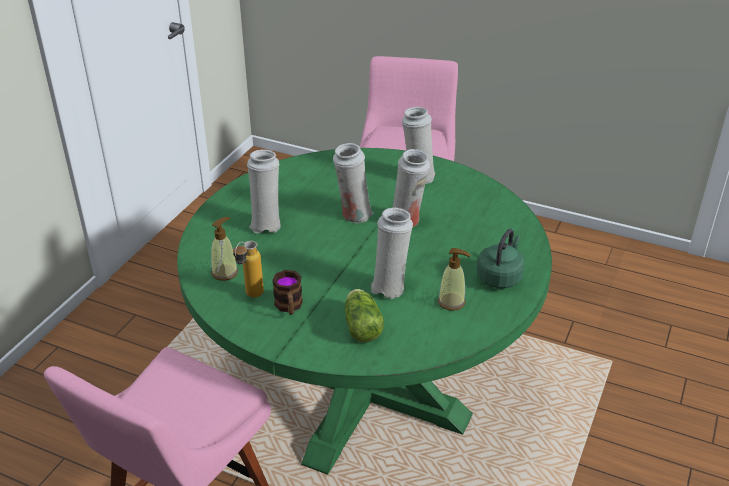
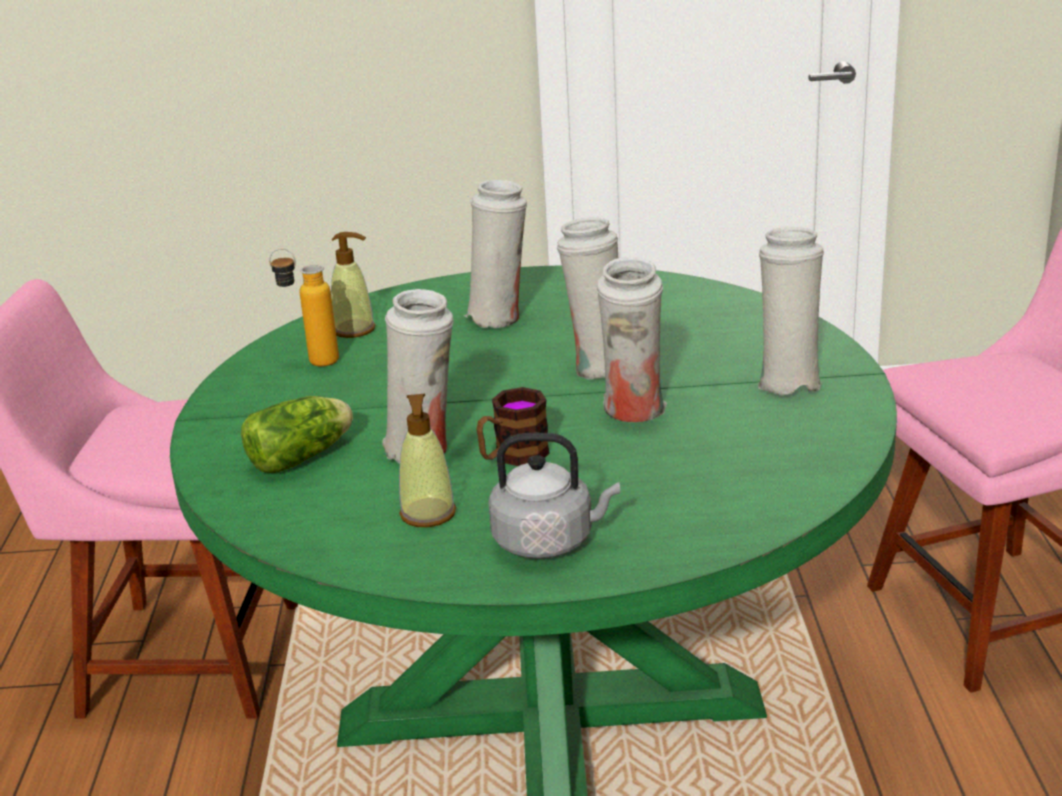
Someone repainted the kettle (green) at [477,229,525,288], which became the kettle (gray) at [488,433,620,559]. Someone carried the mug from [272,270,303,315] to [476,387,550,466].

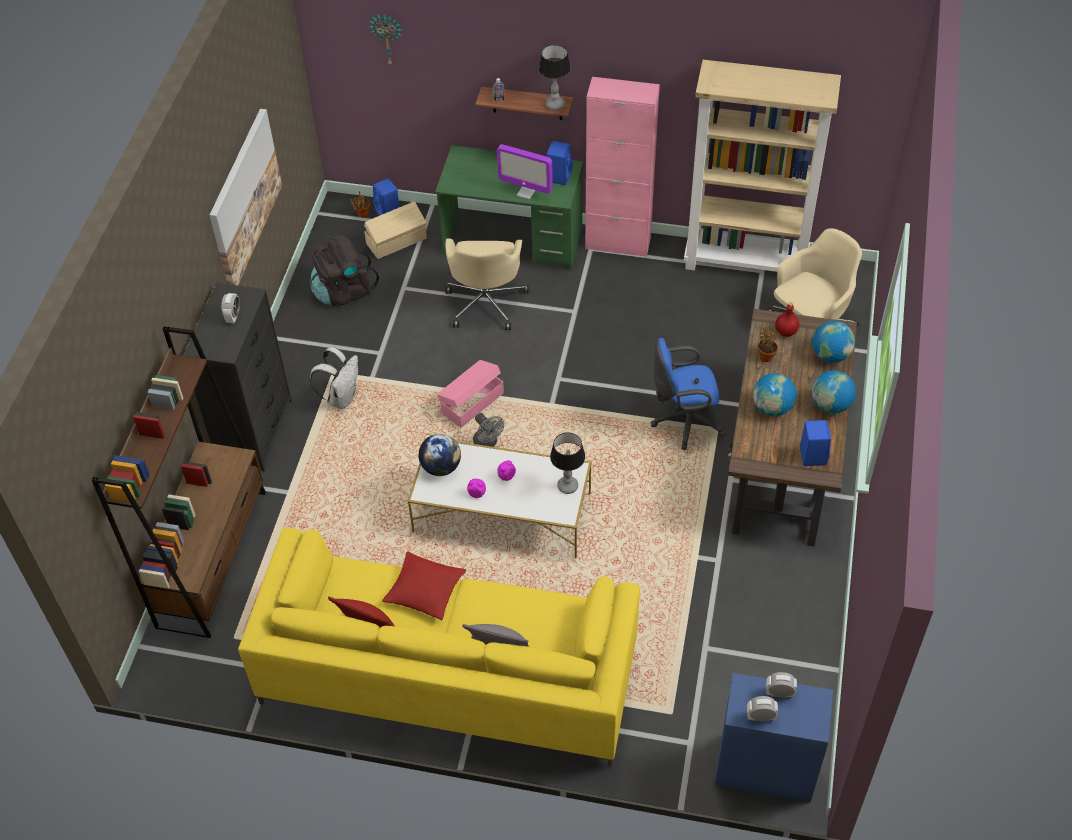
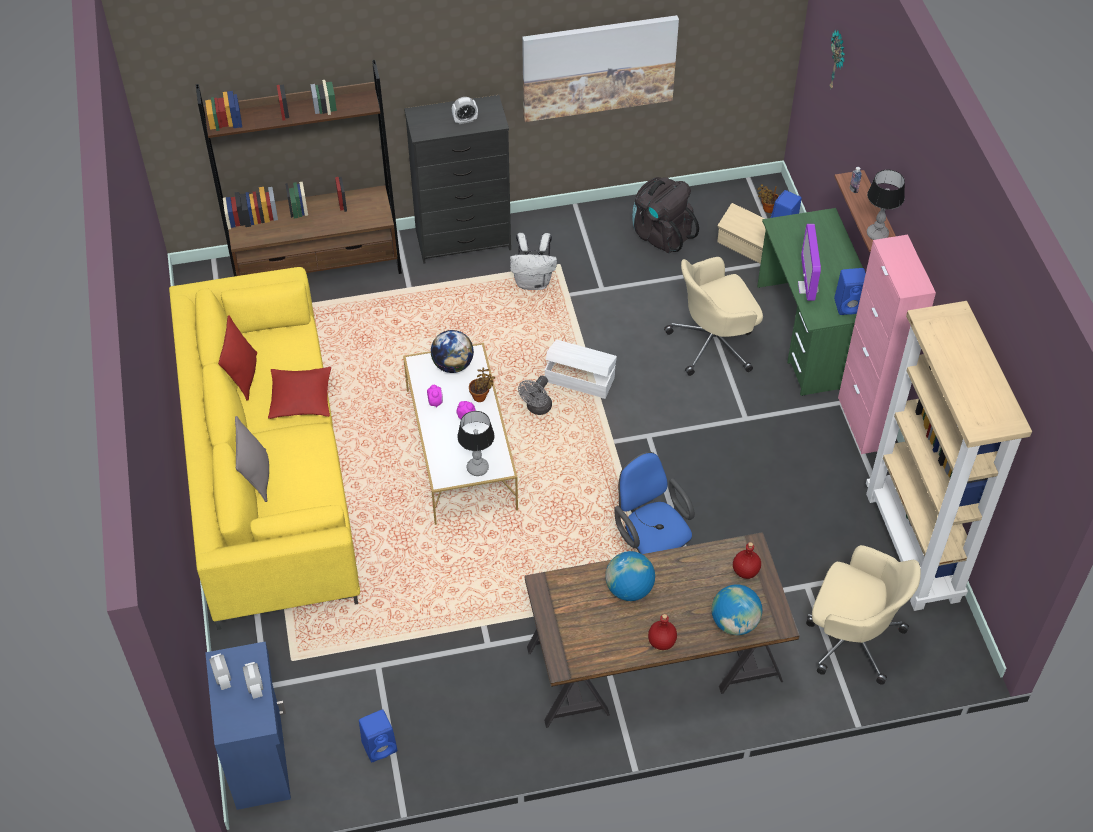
Someone carried the plant in a pot from [758,327,778,362] to [469,367,495,402]. Someone repainted the storage bin (pink-coloured) at [437,360,504,428], which became the storage bin (white) at [545,339,617,399]. Someone swapped the globe at [812,370,856,413] for the beverage bottle (red-coloured) at [648,614,677,650]. Someone carried the speaker (blue) from [800,420,831,466] to [359,709,397,762].

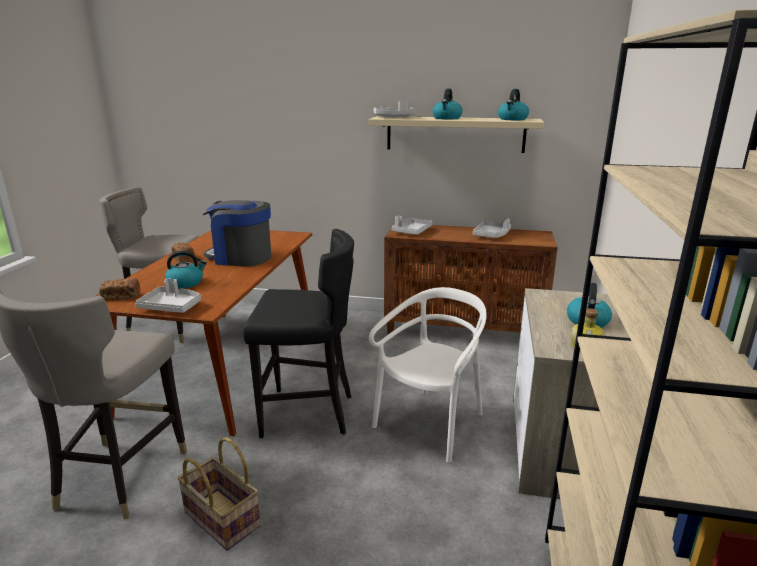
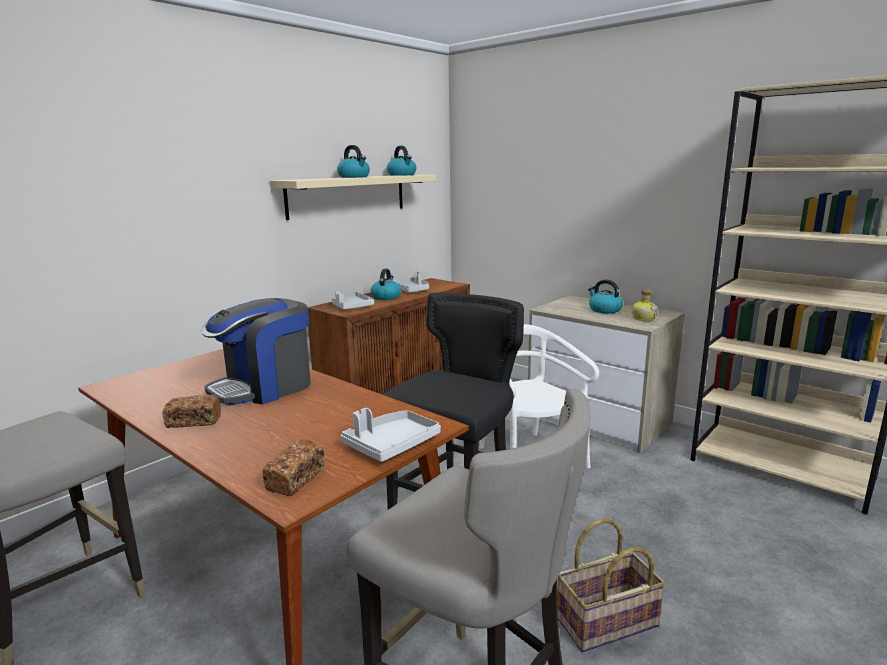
Someone took away the tray (gray) at [374,101,416,118]. Someone carried the kettle from [165,251,207,289] to [371,269,401,300].

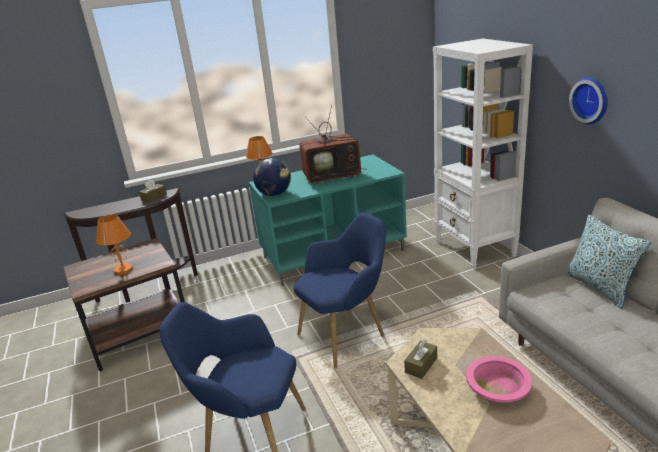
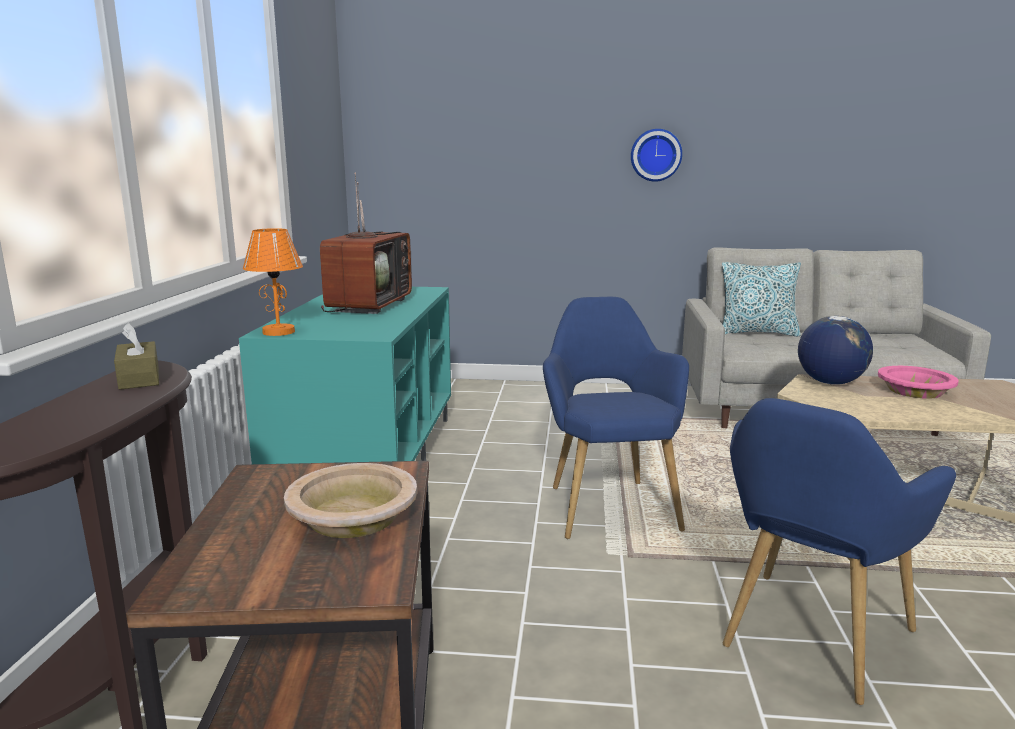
Someone took away the bookcase (white) at [433,38,533,269]. Someone carried the globe from [253,158,291,196] to [798,316,873,385]. Someone swapped the table lamp (orangey) at [96,214,133,275] for the bowl (beige-coloured) at [284,463,417,538]. Someone took away the tissue box (brownish) at [404,340,437,379].

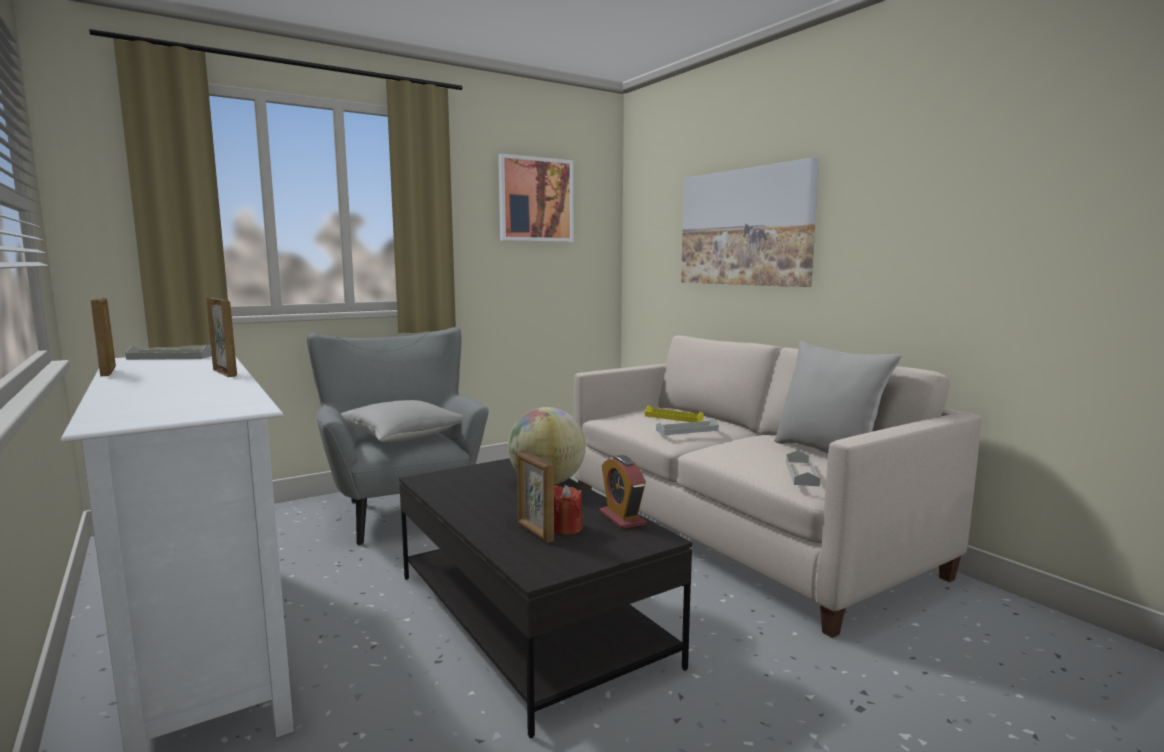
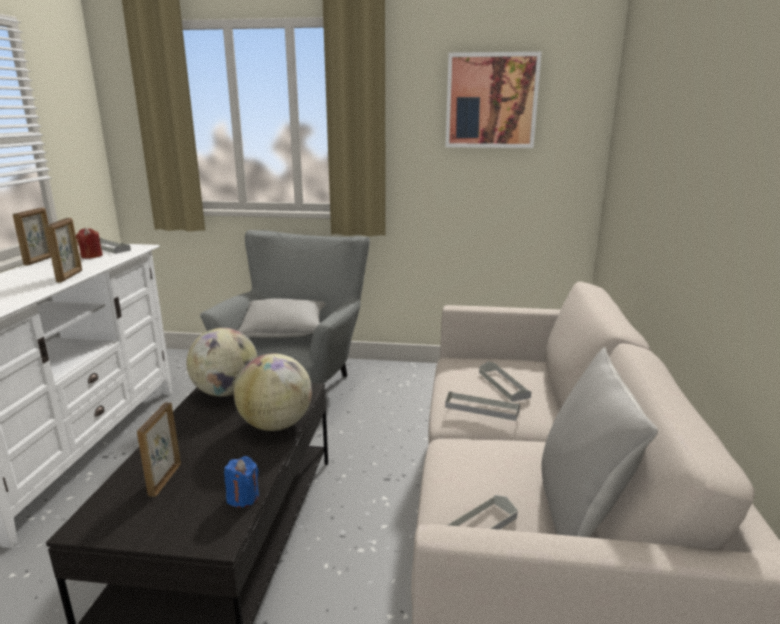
Someone took away the picture at [681,158,819,287]. Someone repainted the tray (yellow) at [645,405,704,422], which became the tray (gray) at [479,361,531,402]. Someone swapped the table clock at [600,455,646,529] for the wax candle (blue) at [224,456,259,507]. Someone carried the wax candle (red-coloured) from [554,485,582,535] to [76,228,103,259]. Someone put down the globe at [186,328,258,397].

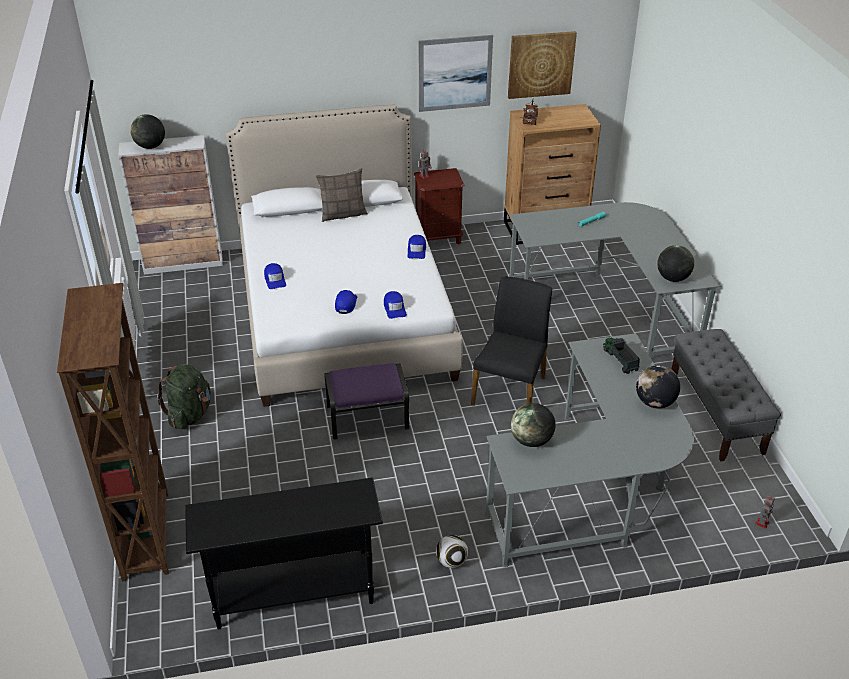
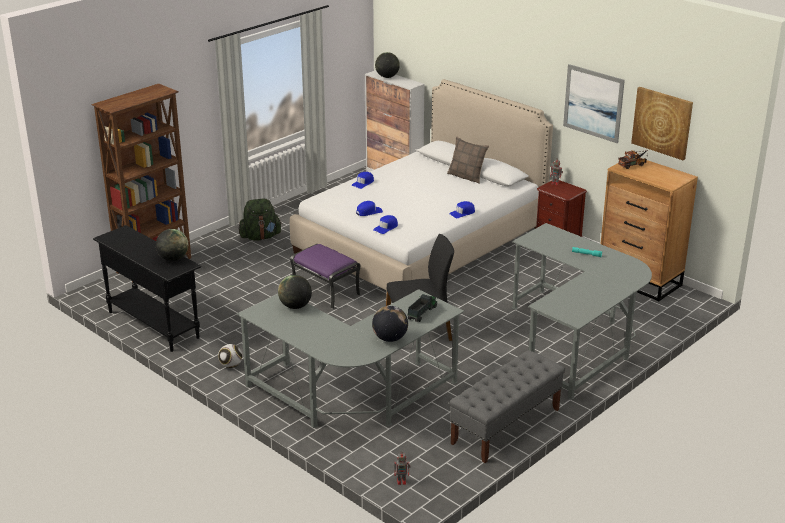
Someone carried the globe from [657,245,694,282] to [156,229,188,261].

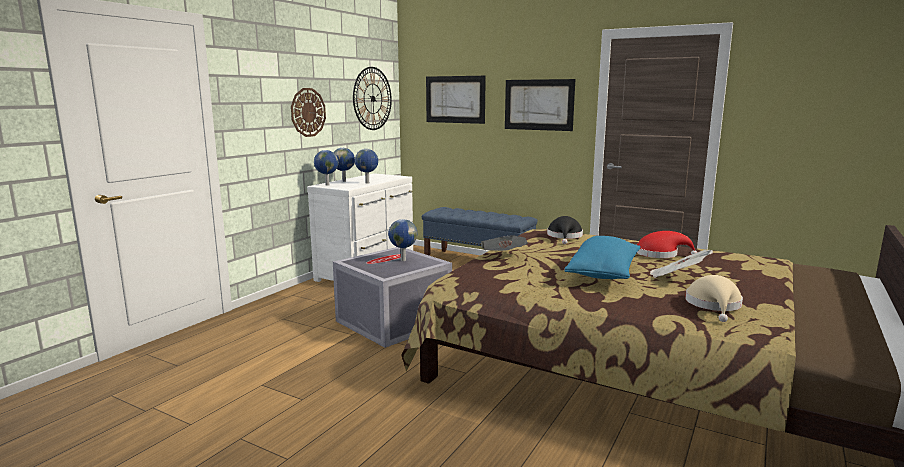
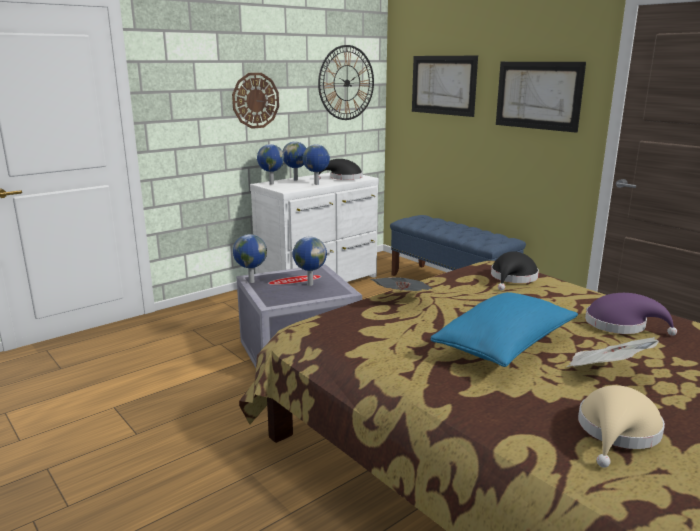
Someone repainted the wearable hat (red-coloured) at [636,231,697,258], which became the wearable hat (purplish) at [585,293,677,336]. Someone put down the wearable hat (blackish) at [319,159,363,180]. Someone put down the globe at [233,234,267,283].

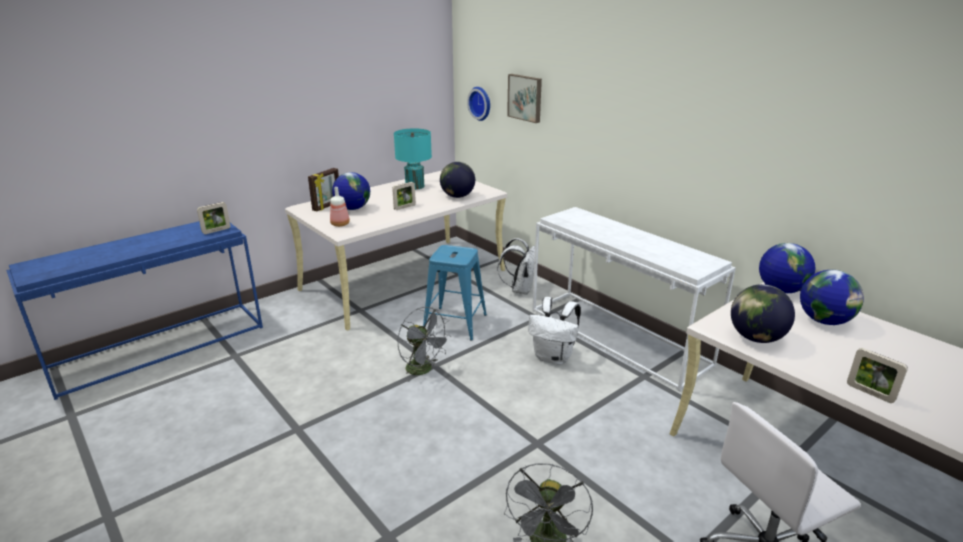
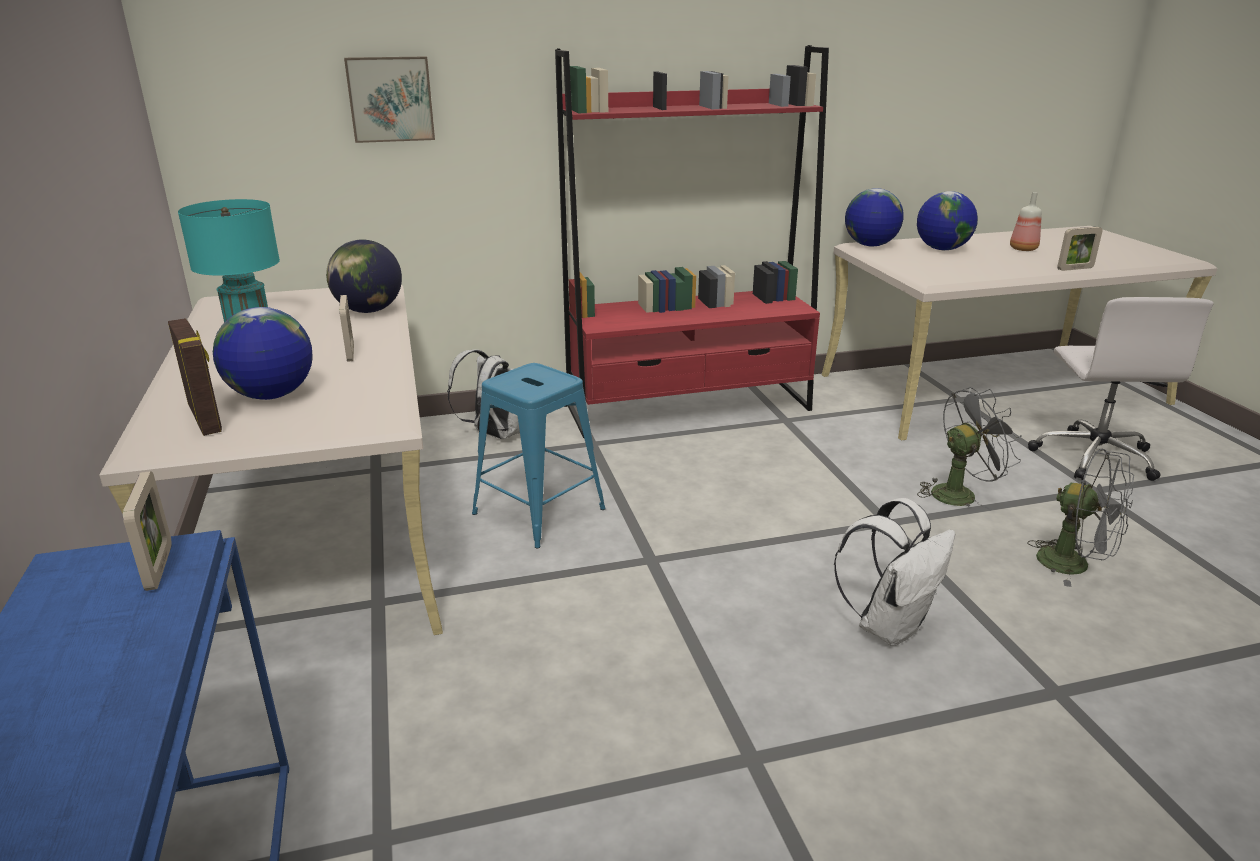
Someone took away the hanging clock at [467,87,490,121]. Someone carried the beverage bottle from [330,187,350,227] to [1010,192,1042,251]. Someone swapped the console table (white) at [532,207,736,391] for the bookcase (red-coloured) at [555,45,829,438]. Someone took away the globe at [731,284,795,343]. Someone carried the backpack (white) from [528,297,581,365] to [834,498,955,646]. Someone carried the electric fan (gray) from [398,307,451,382] to [917,387,1022,511].

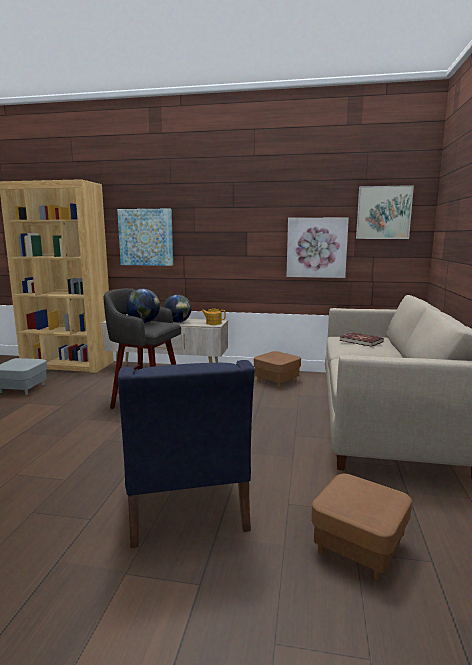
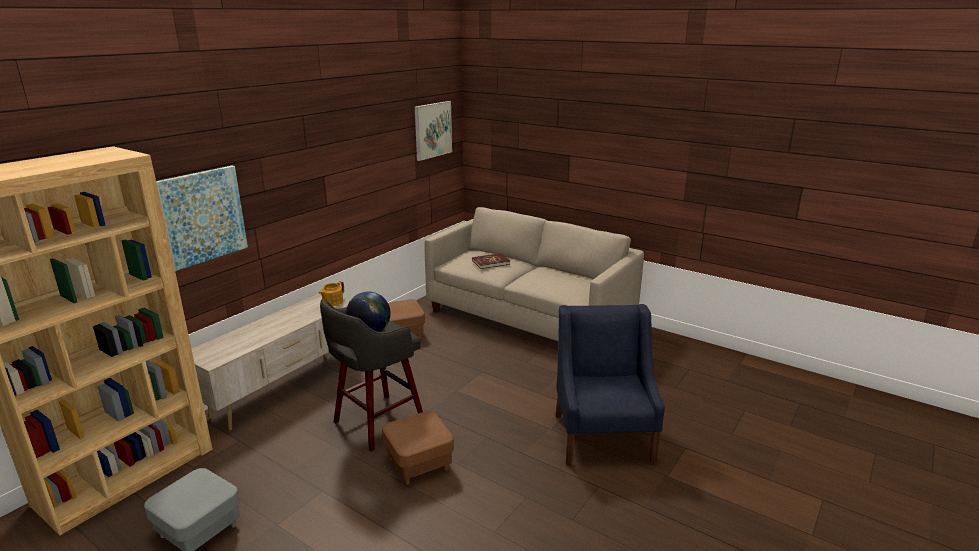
Someone took away the picture at [286,217,349,278]. Someone took away the globe at [164,295,191,323]. Someone rotated the lounge chair (blue) at [118,360,255,548] by 105 degrees counterclockwise. Someone carried the footrest (brownish) from [311,474,412,580] to [382,411,454,485].

